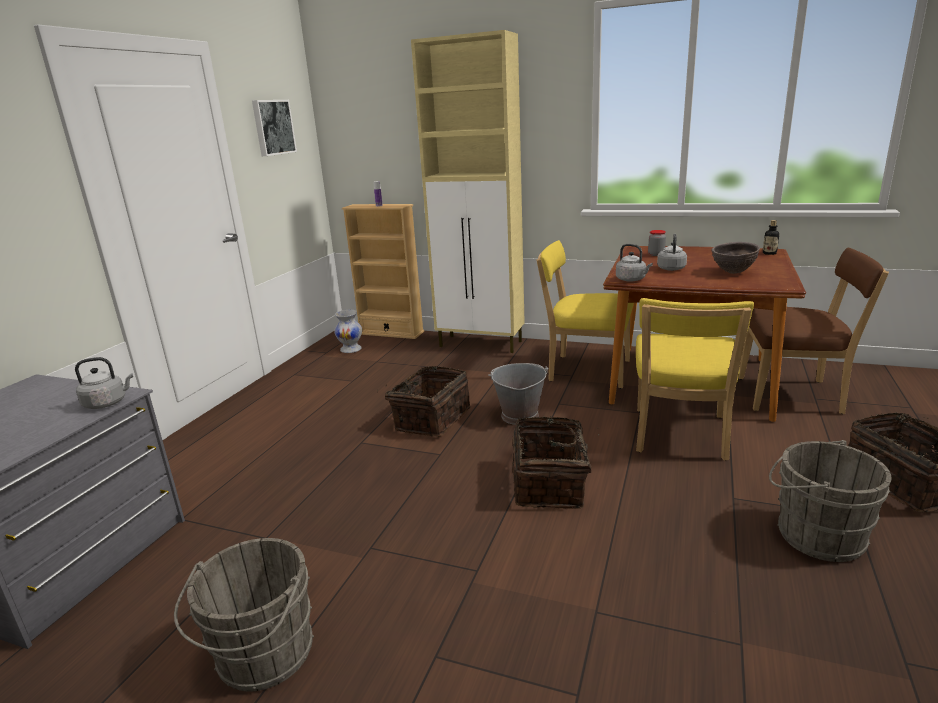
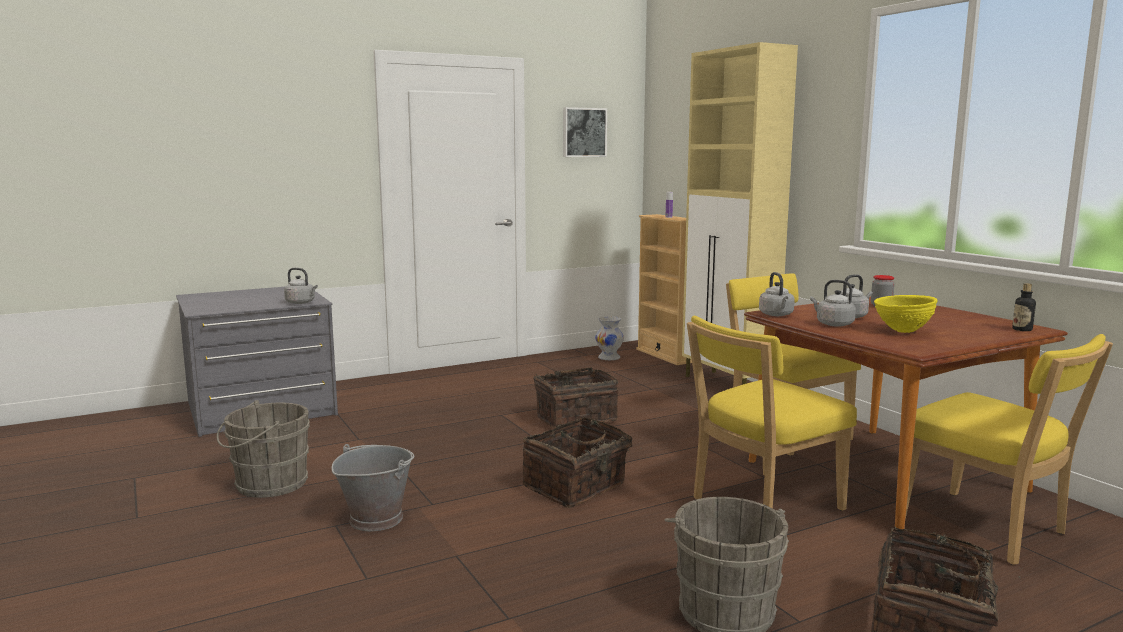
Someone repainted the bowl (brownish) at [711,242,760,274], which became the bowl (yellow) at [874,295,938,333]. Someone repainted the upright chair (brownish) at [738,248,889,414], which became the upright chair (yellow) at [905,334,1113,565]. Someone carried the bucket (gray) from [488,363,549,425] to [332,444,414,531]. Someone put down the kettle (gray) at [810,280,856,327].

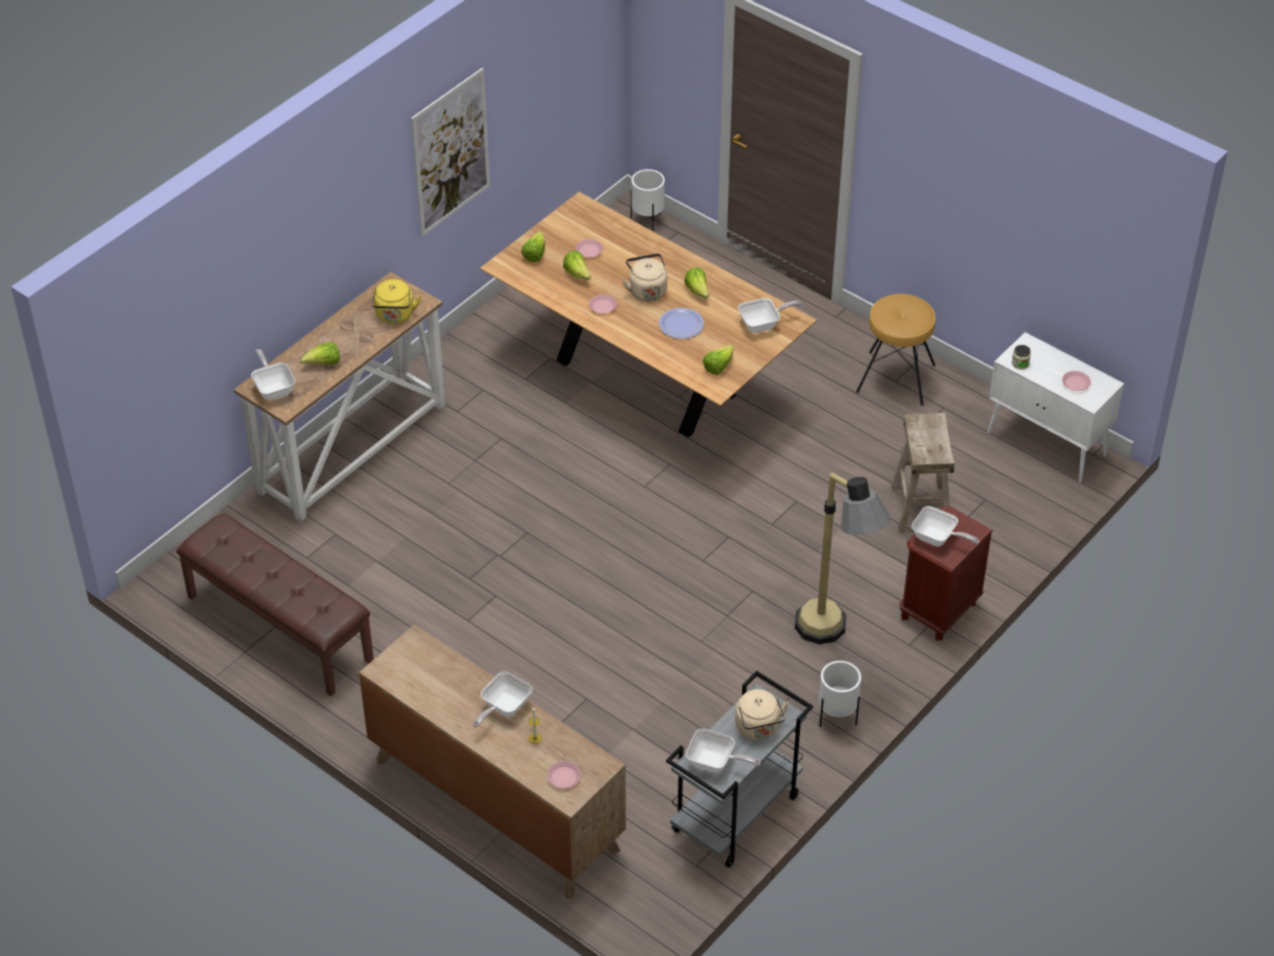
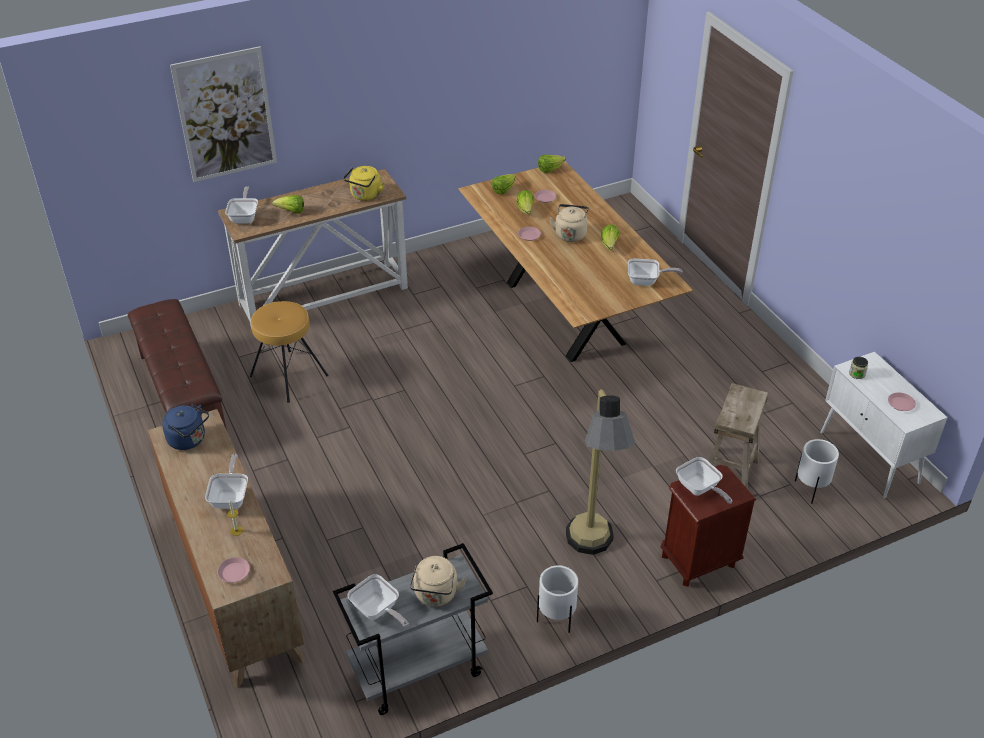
Someone carried the picture from [411,68,490,237] to [170,46,277,182]. Someone carried the flower pot (white) from [631,169,665,232] to [795,439,839,504]. Someone carried the sitting stool (brownish) from [856,294,936,406] to [250,301,329,403]. Someone took away the plate at [659,308,704,339]. Someone carried the head of lettuce from [703,344,734,375] to [538,155,566,173]. Someone rotated the skillet at [473,672,532,728] by 120 degrees clockwise. Someone put down the kettle (blue) at [162,404,209,450].

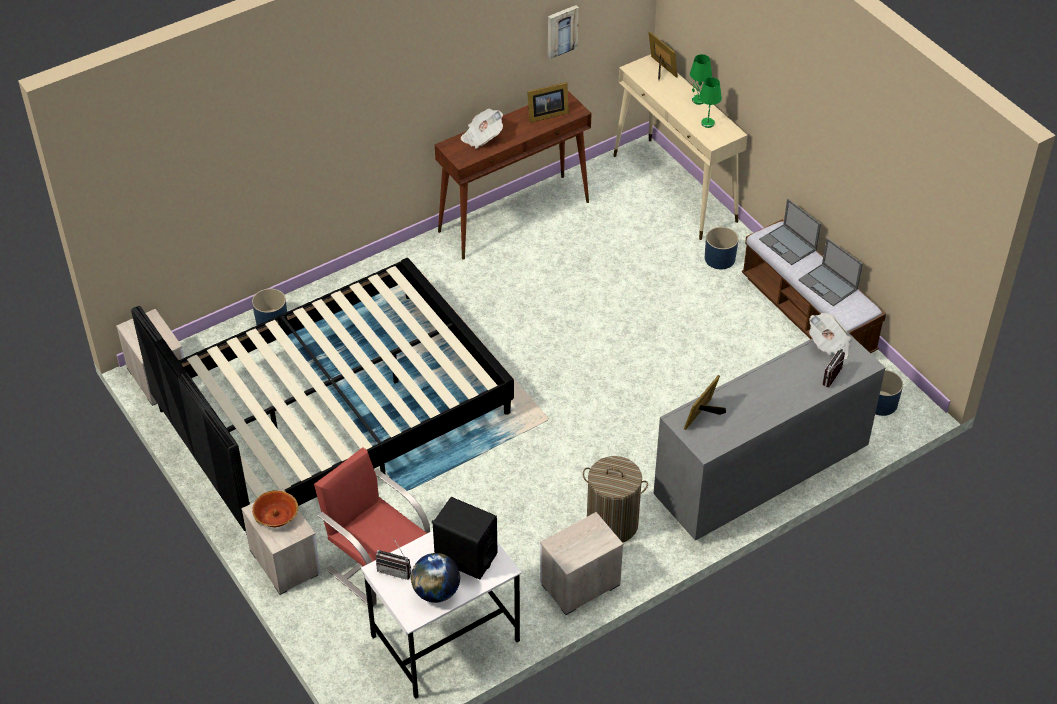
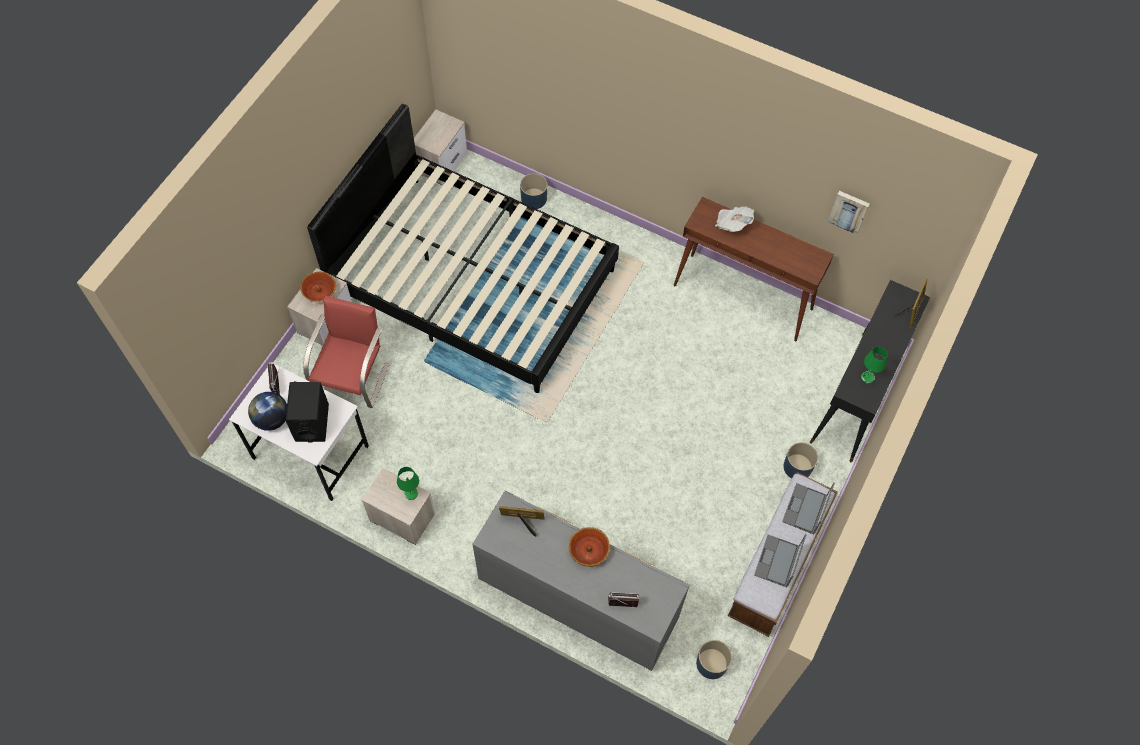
Someone repainted the console table (beige-coloured) at [613,54,748,240], which became the console table (blackish) at [810,280,930,462]. Someone carried the table lamp (green) from [690,54,712,105] to [397,467,419,500]. Someone took away the standing frame at [527,82,569,123]. Someone took away the printed paper at [809,313,851,359]. Someone took away the washing basket at [583,456,648,543]. Someone put down the bowl at [569,527,610,567].

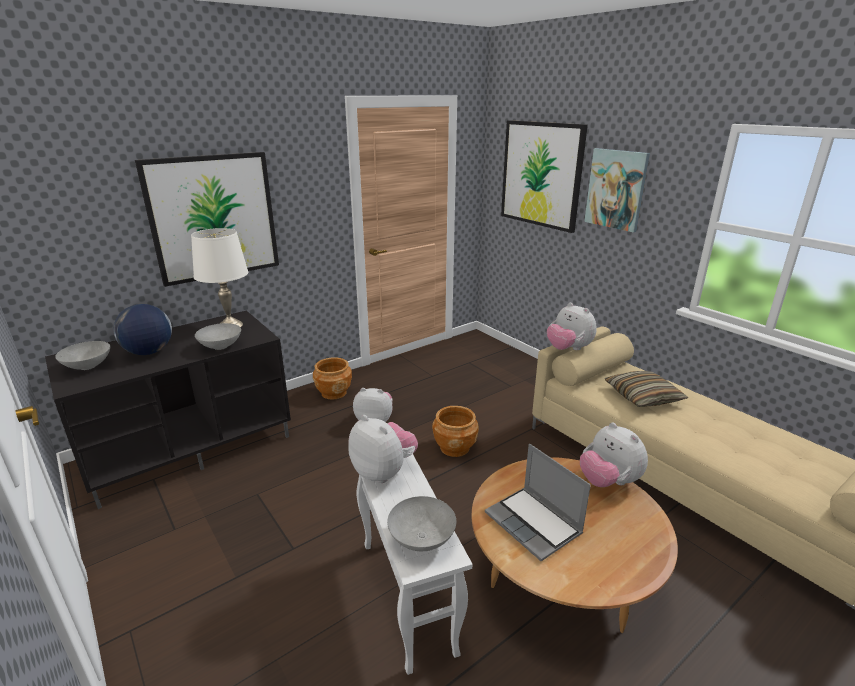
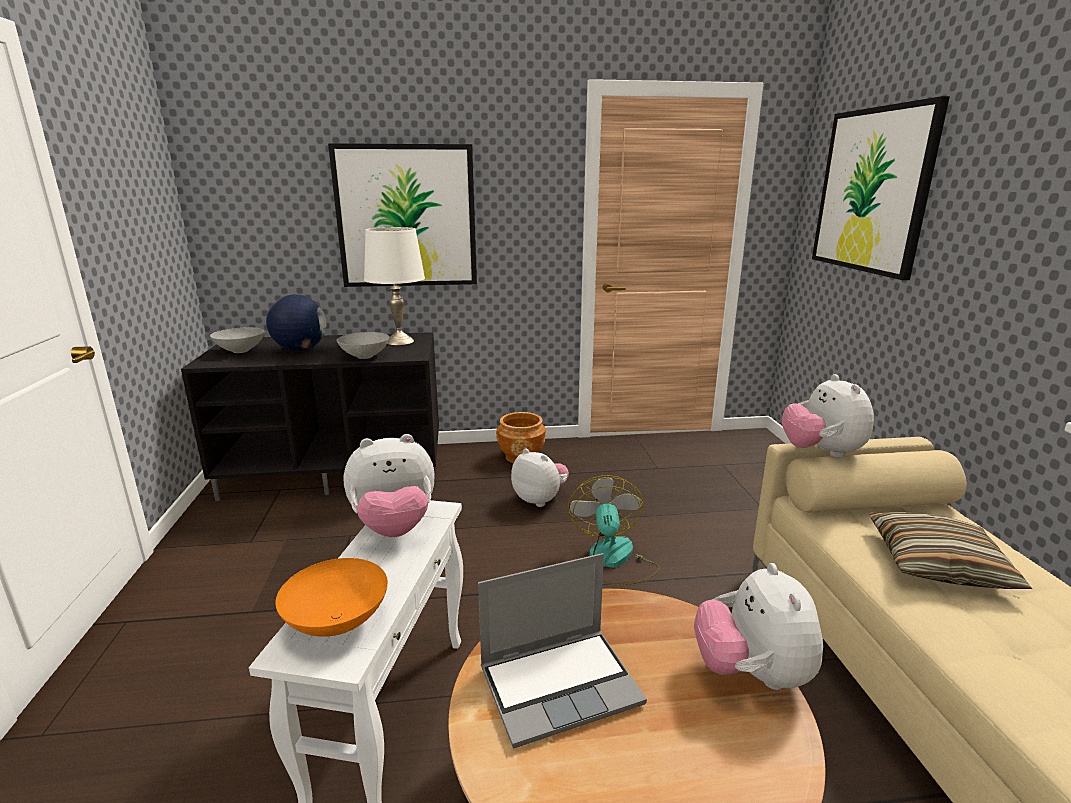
Someone took away the picture at [584,148,650,232]. Someone swapped the flower pot (brownish) at [432,406,479,457] for the electric fan at [568,475,660,585]. Someone rotated the soft toy at [348,415,418,483] by 90 degrees clockwise. Someone rotated the portable computer at [485,444,591,561] by 105 degrees counterclockwise. Someone repainted the bowl (gray) at [387,496,456,551], which became the bowl (orangey) at [275,558,388,637].

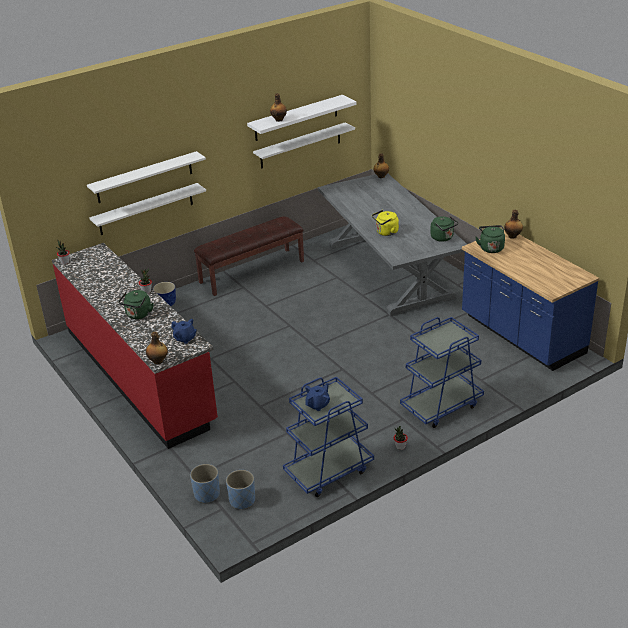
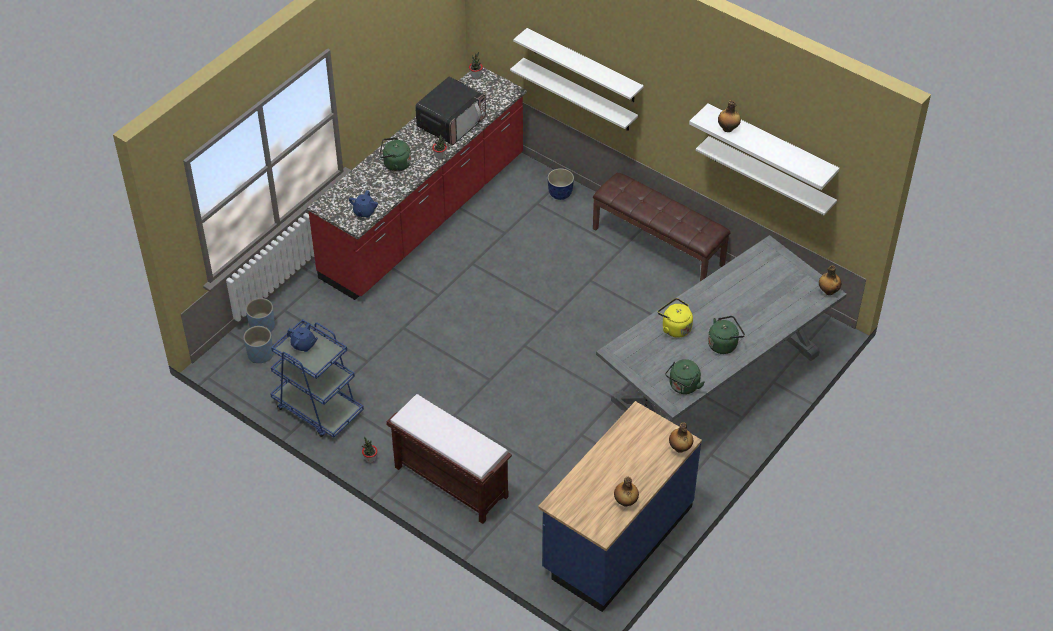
Someone carried the kettle (green) from [476,225,505,253] to [708,316,745,354]. Someone swapped the wheeled cart (blue) at [400,317,484,428] for the long seat (brownish) at [386,394,512,524]. Someone carried the beverage bottle from [146,332,168,364] to [614,477,639,507]. Someone put down the microwave oven at [415,77,486,145].

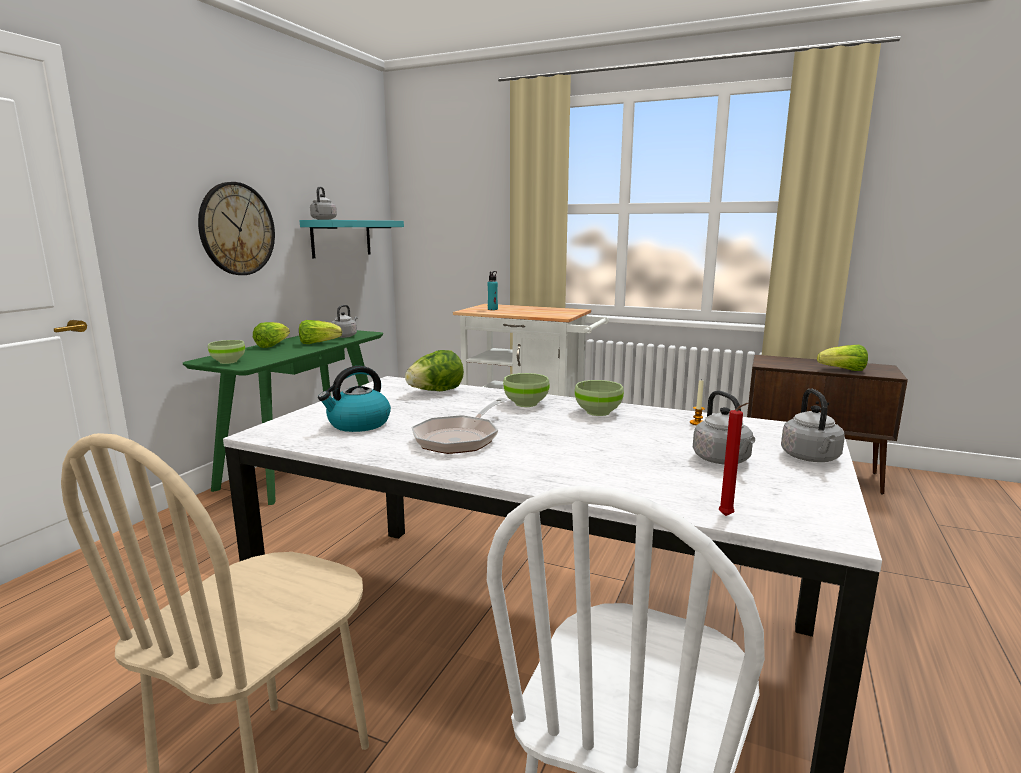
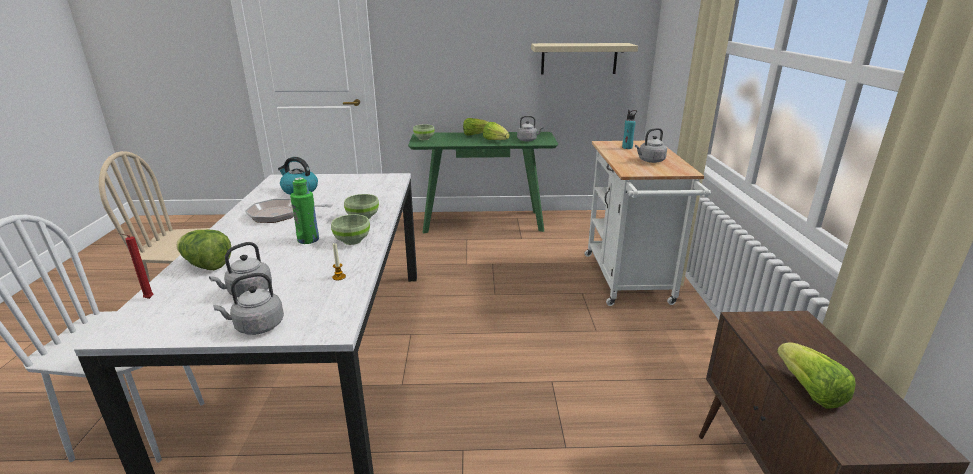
Someone took away the hanging clock at [198,182,275,275]. Someone carried the kettle (gray) from [310,187,337,220] to [635,128,667,163]. Someone repainted the bracket shelf (turquoise-coloured) at [299,220,404,258], which became the bracket shelf (beige-coloured) at [531,43,638,74]. Someone carried the head of lettuce from [405,350,464,391] to [176,230,231,270]. Someone put down the beverage bottle (green) at [290,177,319,244].

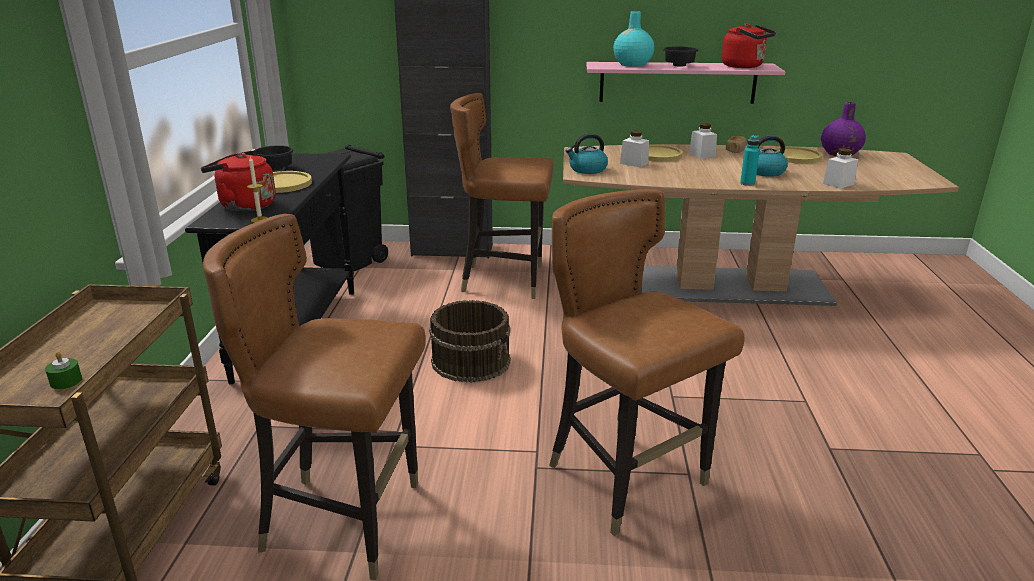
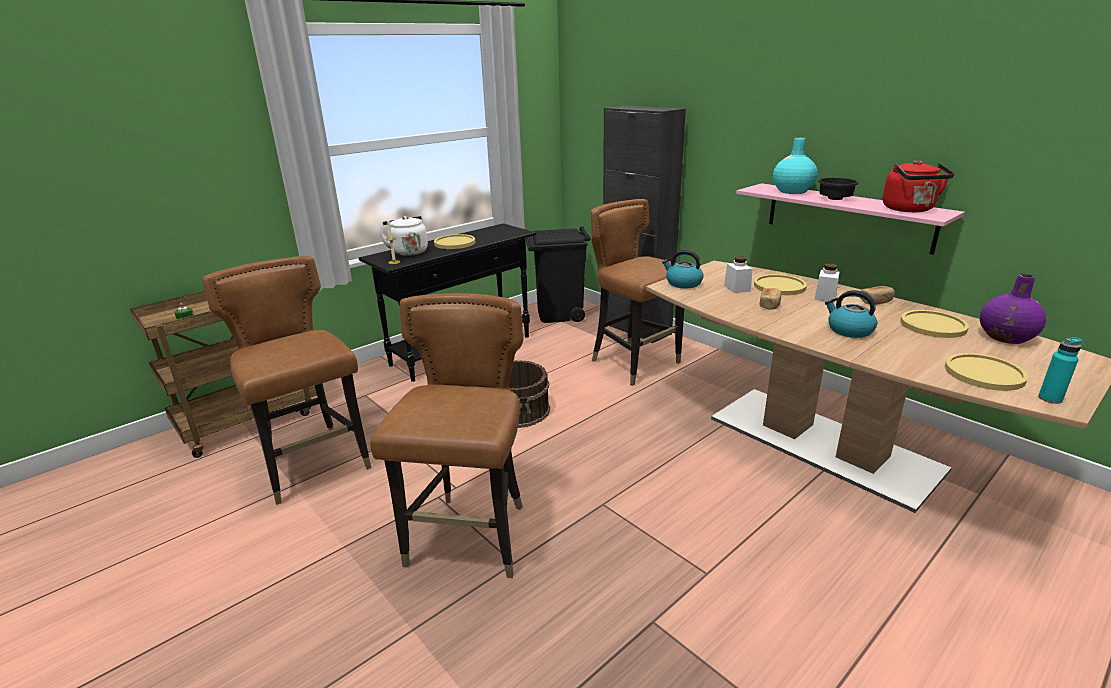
Someone carried the beverage bottle (turquoise-coloured) from [740,135,760,186] to [1038,337,1082,404]. Someone took away the bowl (blackish) at [255,145,294,170]. Someone took away the preserve jar (white) at [823,148,858,189]. Someone repainted the kettle (red-coloured) at [201,150,276,211], which became the kettle (white) at [380,216,428,256]. Someone put down the bread at [759,288,781,310]. Someone put down the plate (yellow) at [945,353,1028,391].

